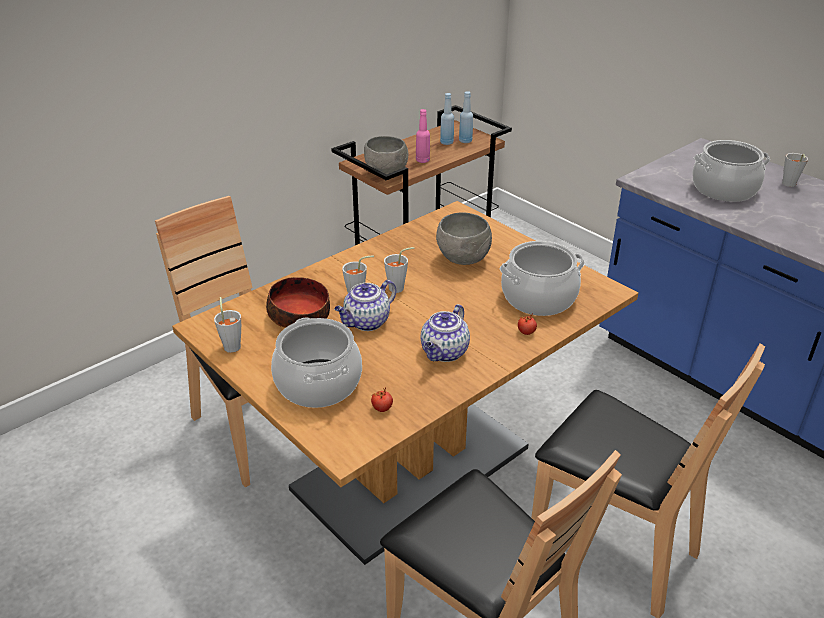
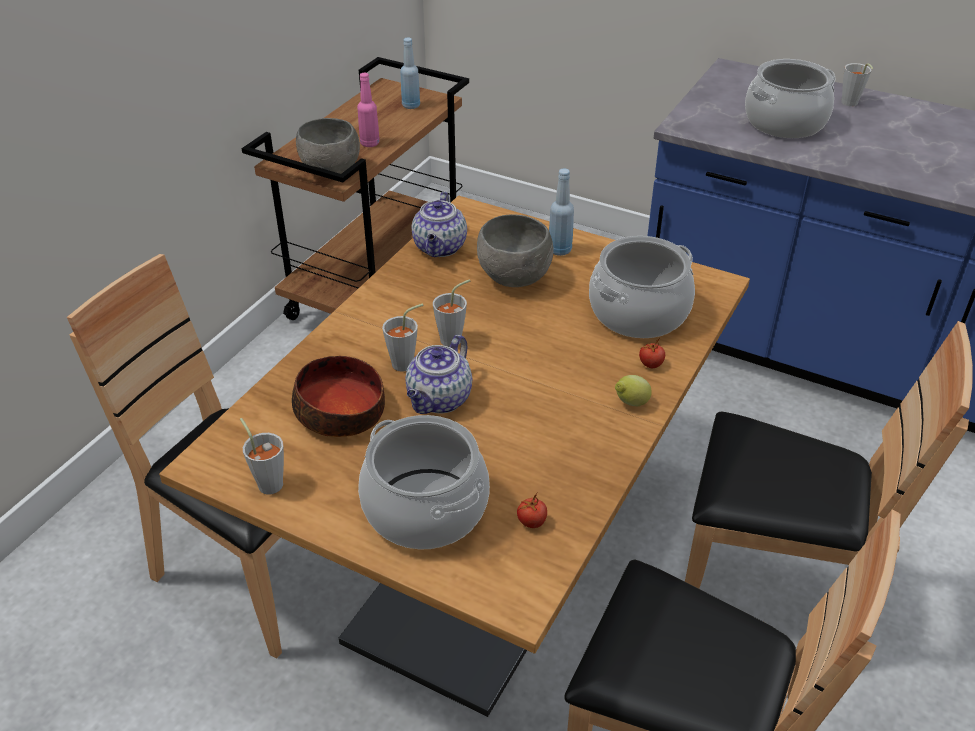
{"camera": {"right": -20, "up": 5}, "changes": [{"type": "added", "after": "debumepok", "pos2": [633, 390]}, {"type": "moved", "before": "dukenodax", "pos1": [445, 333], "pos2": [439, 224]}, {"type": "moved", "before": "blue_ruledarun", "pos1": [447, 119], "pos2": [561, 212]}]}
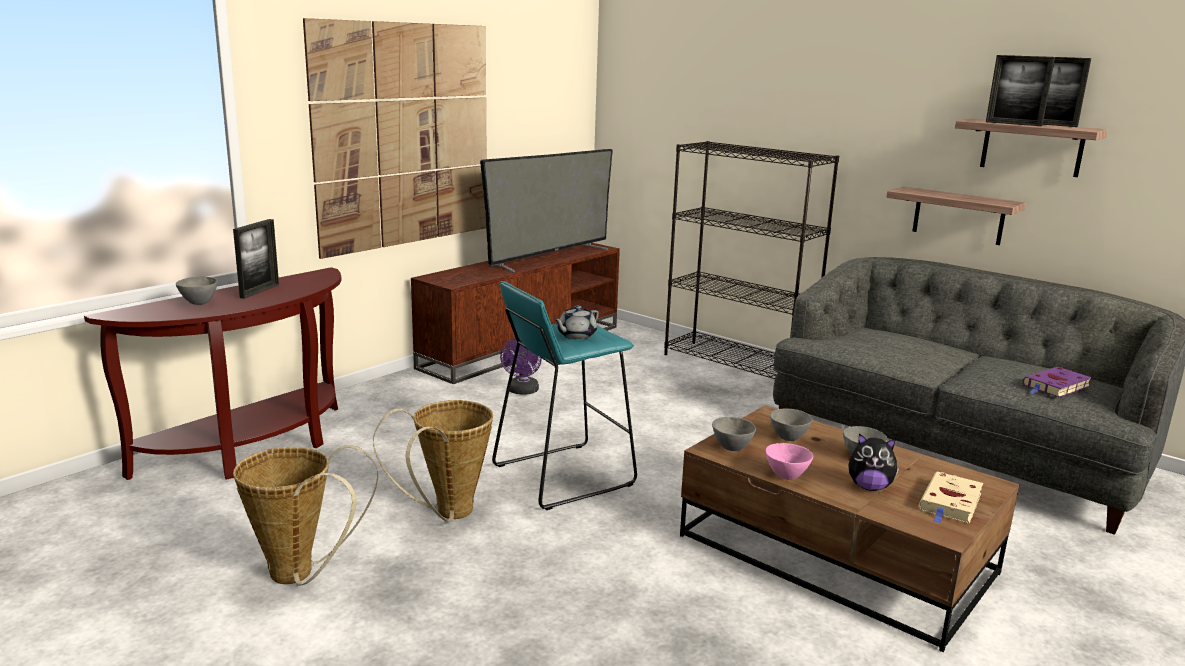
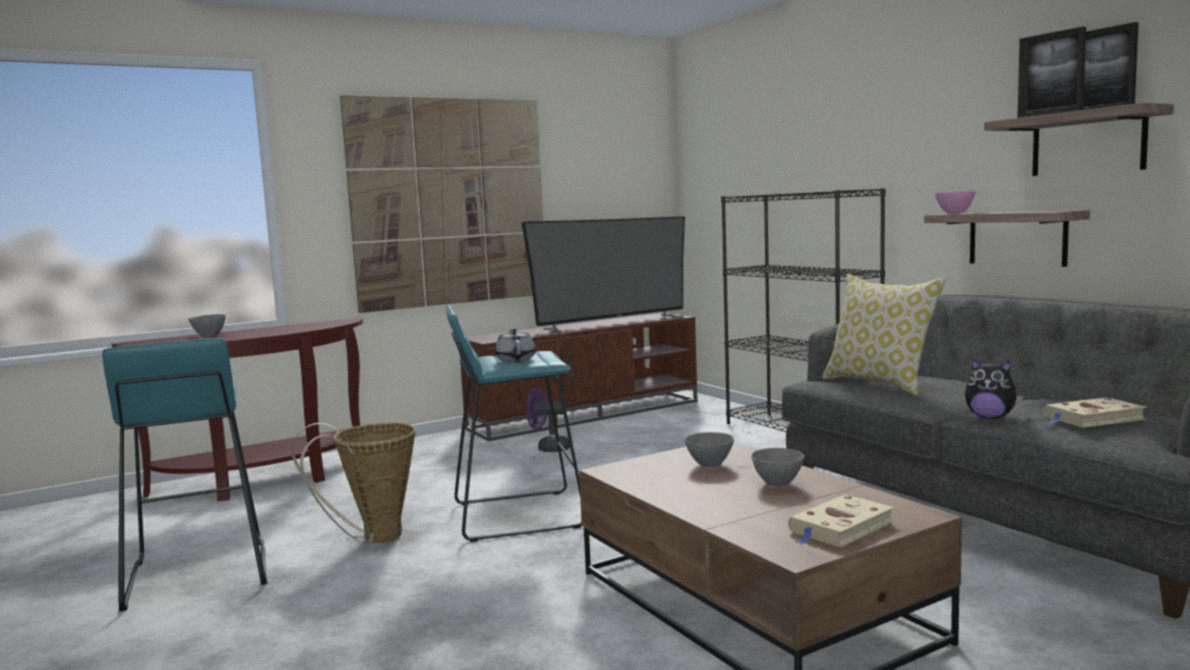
{"camera": {"right": 20, "up": -10}, "changes": [{"type": "removed", "before": "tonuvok", "pos1": [256, 259]}, {"type": "removed", "before": "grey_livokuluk", "pos1": [734, 434]}, {"type": "added", "after": "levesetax", "pos2": [884, 334]}, {"type": "moved", "before": "pink_livokuluk", "pos1": [789, 461], "pos2": [955, 202]}, {"type": "moved", "before": "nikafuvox", "pos1": [874, 462], "pos2": [994, 389]}, {"type": "replaced", "before": "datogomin", "after": "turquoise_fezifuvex", "pos1": [305, 515], "pos2": [184, 475]}, {"type": "recoloured", "before": "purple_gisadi", "after": "beige_gisadi", "pos1": [1057, 382], "pos2": [1095, 412]}, {"type": "turned", "before": "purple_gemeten", "pos1": [521, 366], "pos2": [548, 419], "turn": 75}, {"type": "turned", "before": "grey_dukenodax", "pos1": [576, 323], "pos2": [515, 345], "turn": 105}]}
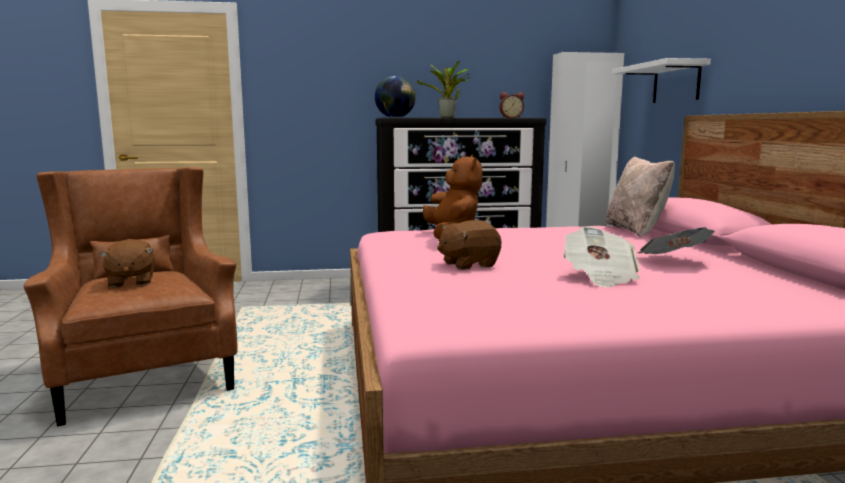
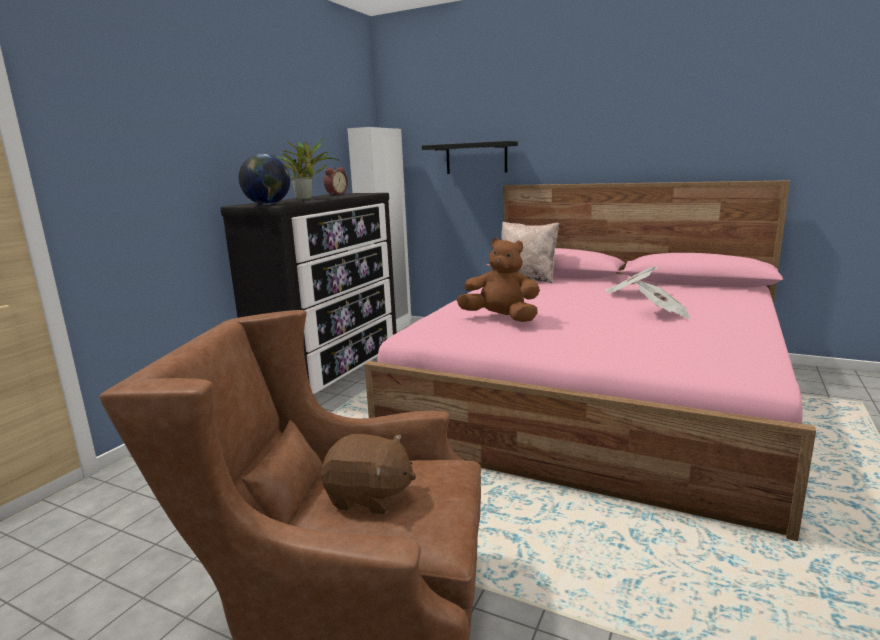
{"camera": {"right": -55, "up": 5}, "changes": [{"type": "removed", "before": "brown_nikafuvox", "pos1": [469, 245]}, {"type": "recoloured", "before": "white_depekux", "after": "black_depekux", "pos1": [661, 80], "pos2": [470, 157]}]}
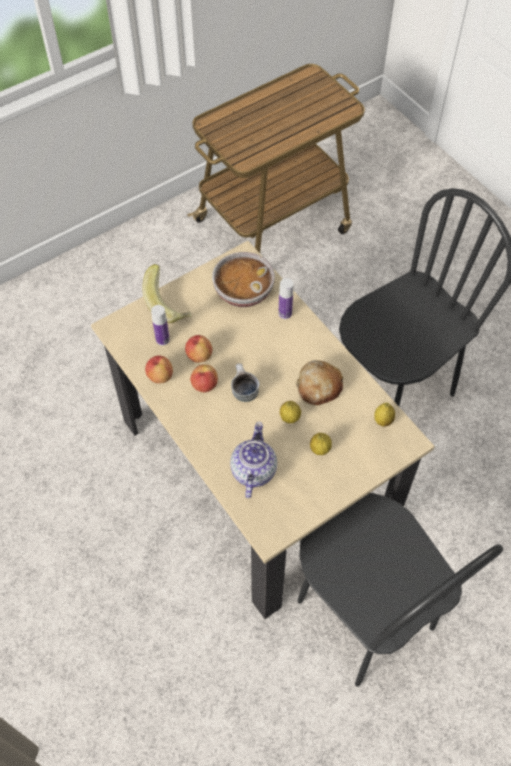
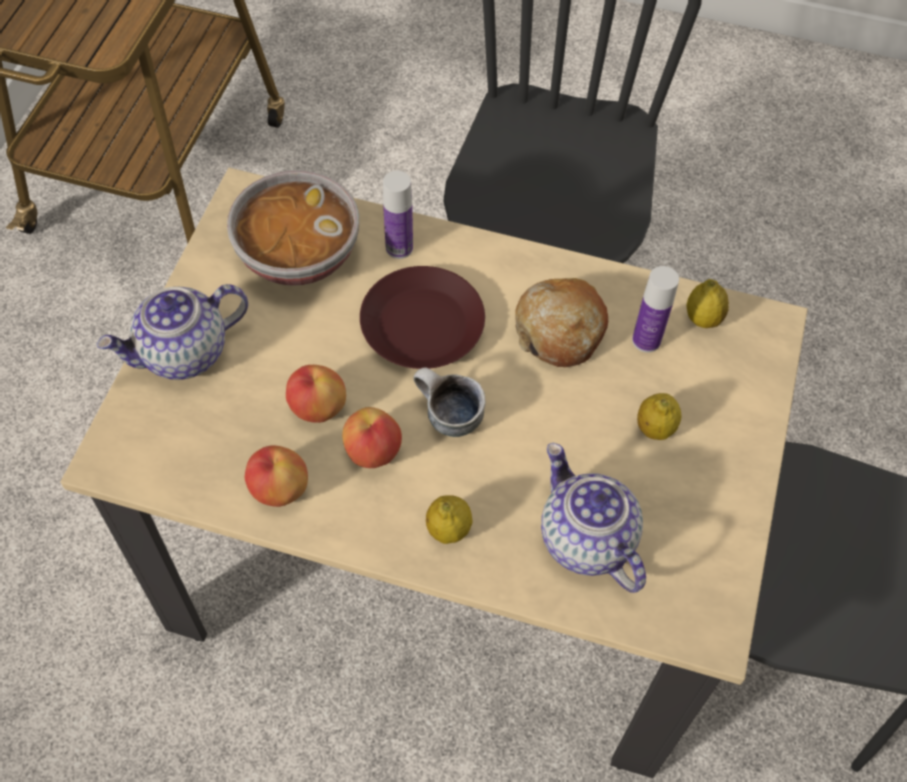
{"camera": {"right": -40, "up": 0}, "changes": [{"type": "added", "after": "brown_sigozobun", "pos2": [422, 317]}, {"type": "moved", "before": "ruledarun", "pos1": [160, 325], "pos2": [655, 309]}, {"type": "moved", "before": "debumepok", "pos1": [290, 412], "pos2": [449, 519]}, {"type": "replaced", "before": "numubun", "after": "dukenodax", "pos1": [166, 293], "pos2": [172, 332]}]}
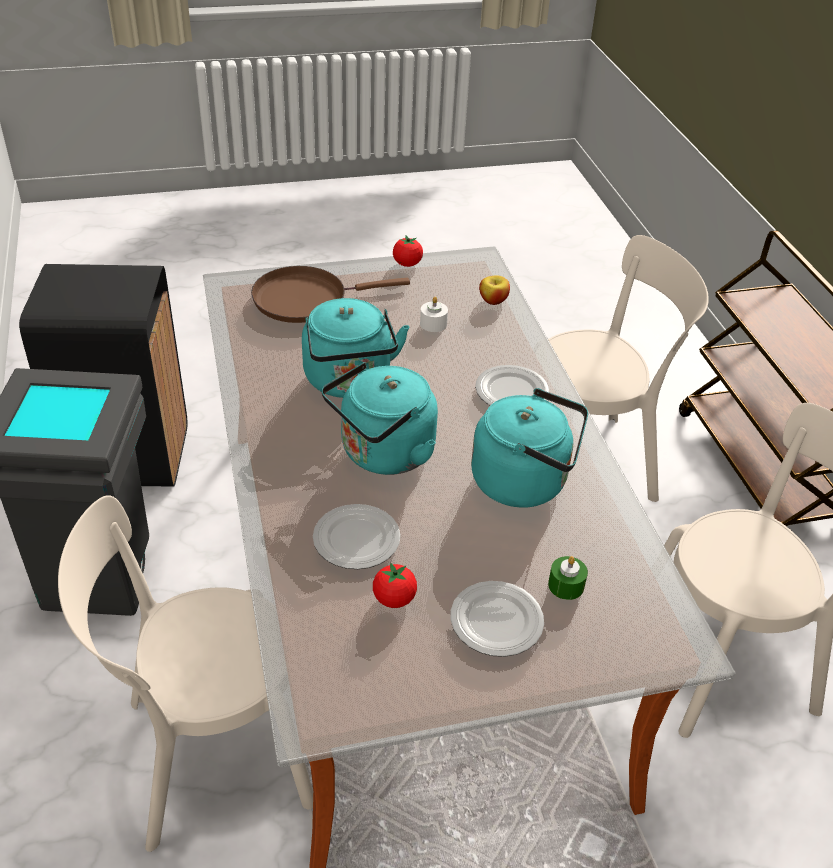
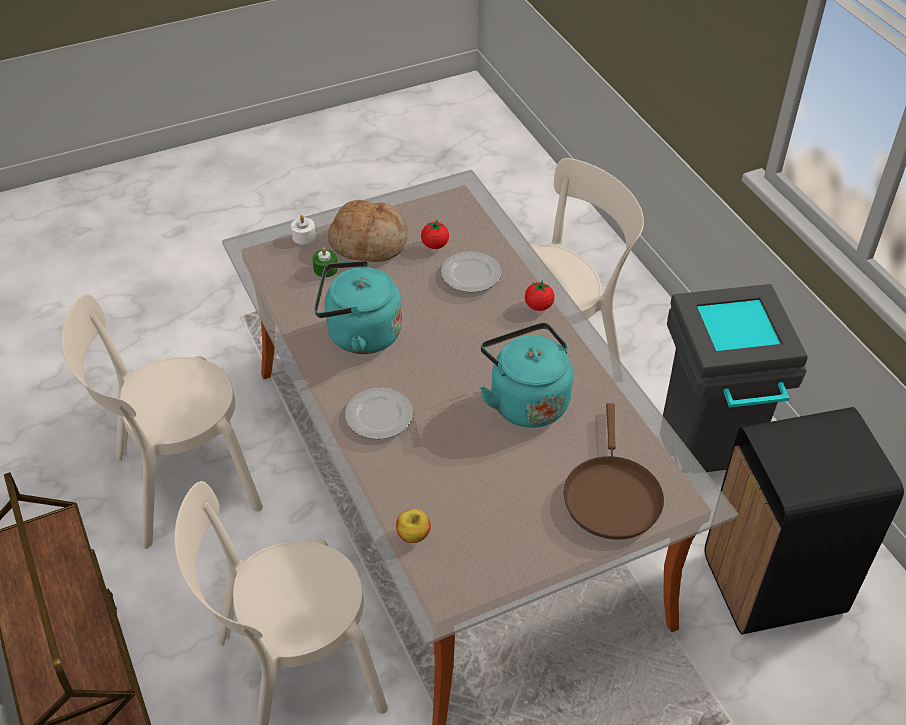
{"camera": {"right": 170, "up": 5}, "changes": [{"type": "removed", "before": "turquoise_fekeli", "pos1": [380, 418]}, {"type": "moved", "before": "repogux", "pos1": [408, 251], "pos2": [540, 295]}, {"type": "moved", "before": "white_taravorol", "pos1": [434, 314], "pos2": [303, 230]}, {"type": "replaced", "before": "sigozobun", "after": "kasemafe", "pos1": [497, 619], "pos2": [368, 231]}, {"type": "turned", "before": "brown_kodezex", "pos1": [330, 294], "pos2": [613, 471], "turn": 120}]}
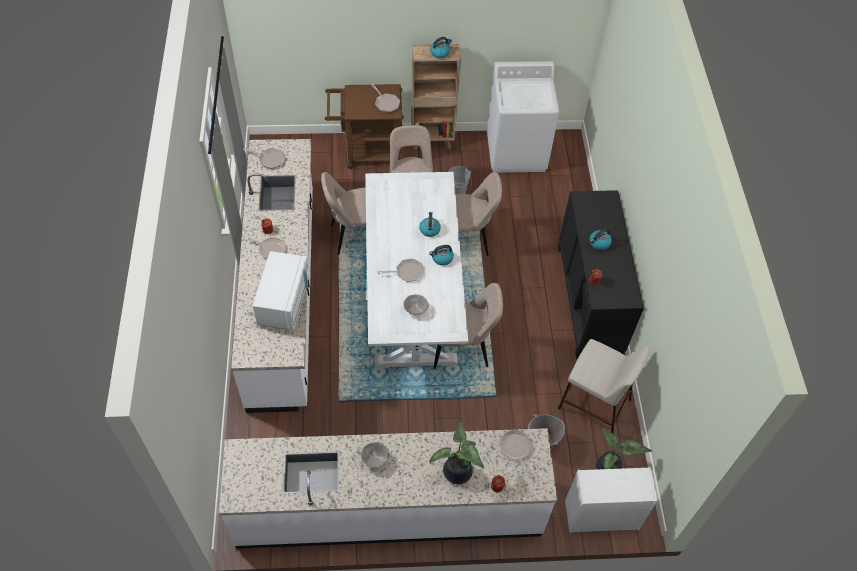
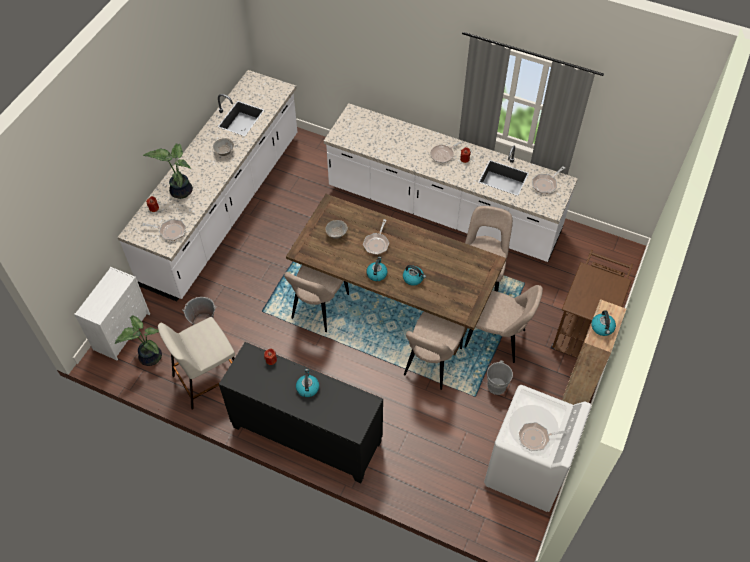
{"camera": {"right": 120, "up": 0}, "changes": [{"type": "removed", "before": "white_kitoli", "pos1": [281, 290]}, {"type": "moved", "before": "kodezex", "pos1": [385, 98], "pos2": [544, 436]}, {"type": "recoloured", "before": "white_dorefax", "after": "brown_dorefax", "pos1": [416, 270], "pos2": [396, 274]}]}
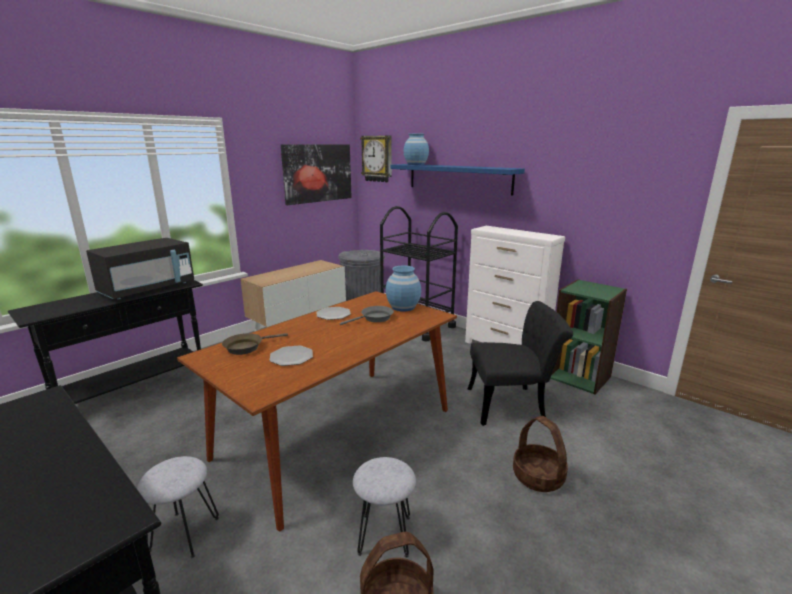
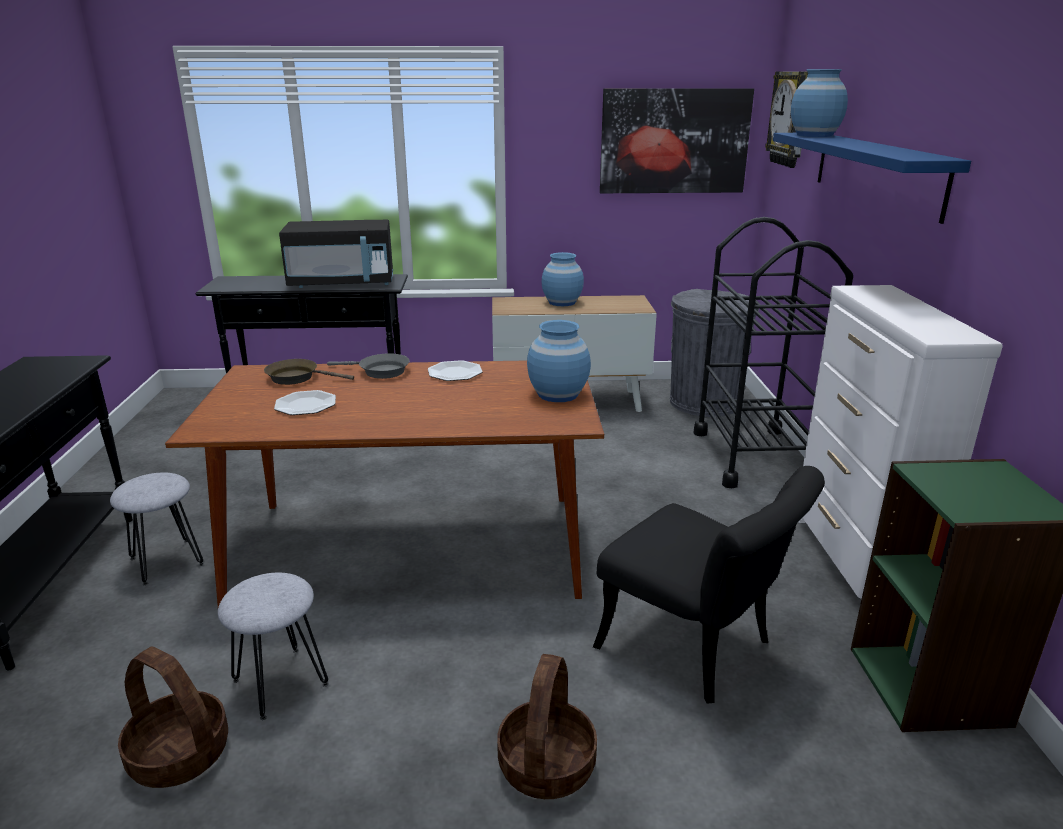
{"camera": {"right": 45, "up": 5}, "changes": [{"type": "added", "after": "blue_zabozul", "pos2": [563, 279]}, {"type": "moved", "before": "grey_kodezex", "pos1": [367, 315], "pos2": [368, 366]}]}
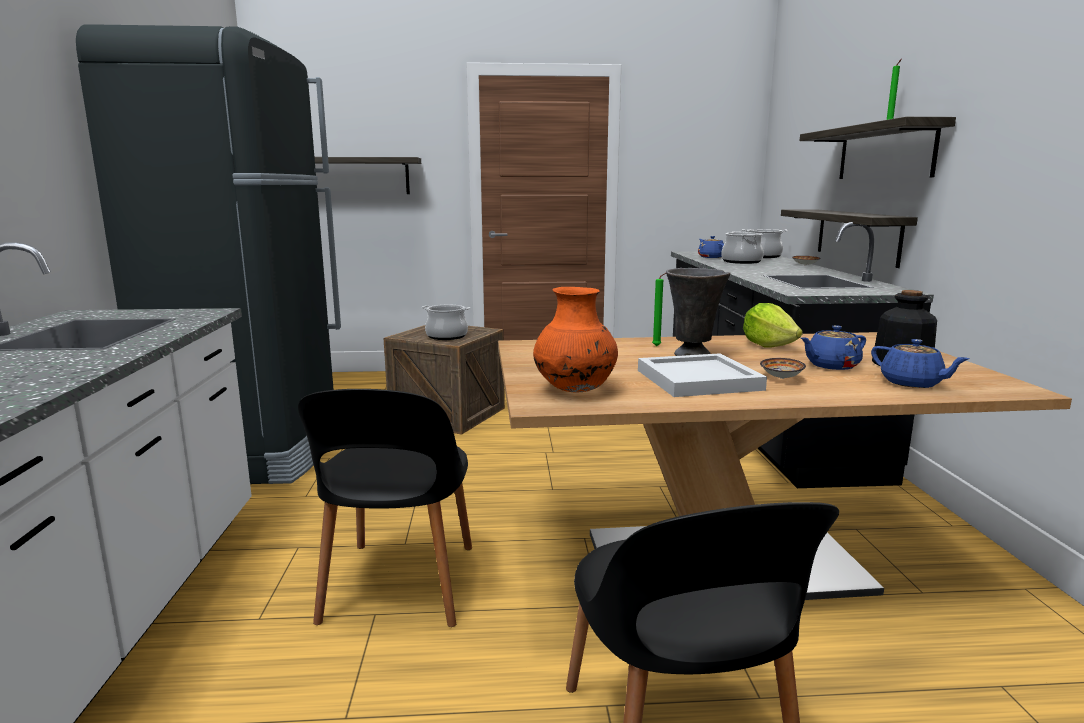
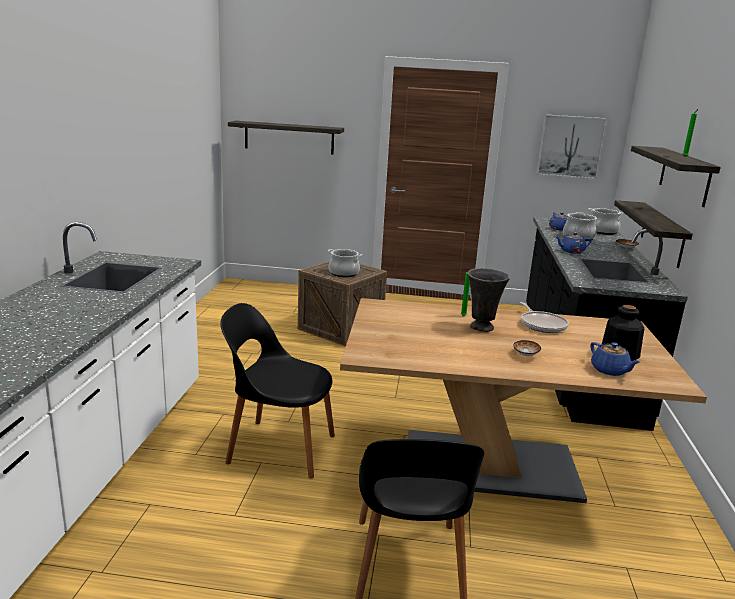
{"camera": {"right": 10, "up": 5}, "changes": [{"type": "removed", "before": "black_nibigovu", "pos1": [208, 254]}, {"type": "removed", "before": "orange_zabozul", "pos1": [575, 340]}, {"type": "removed", "before": "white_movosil", "pos1": [702, 375]}, {"type": "added", "after": "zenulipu", "pos2": [572, 146]}, {"type": "moved", "before": "blue_dukenodax", "pos1": [833, 347], "pos2": [573, 243]}, {"type": "replaced", "before": "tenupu", "after": "kodezex", "pos1": [773, 325], "pos2": [544, 317]}, {"type": "turned", "before": "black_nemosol", "pos1": [385, 508], "pos2": [277, 391], "turn": 90}]}
